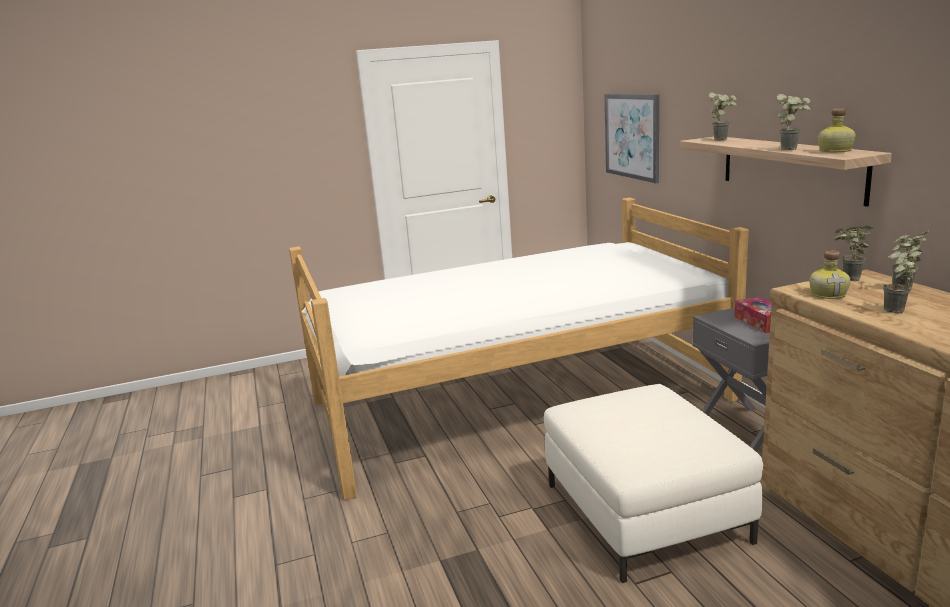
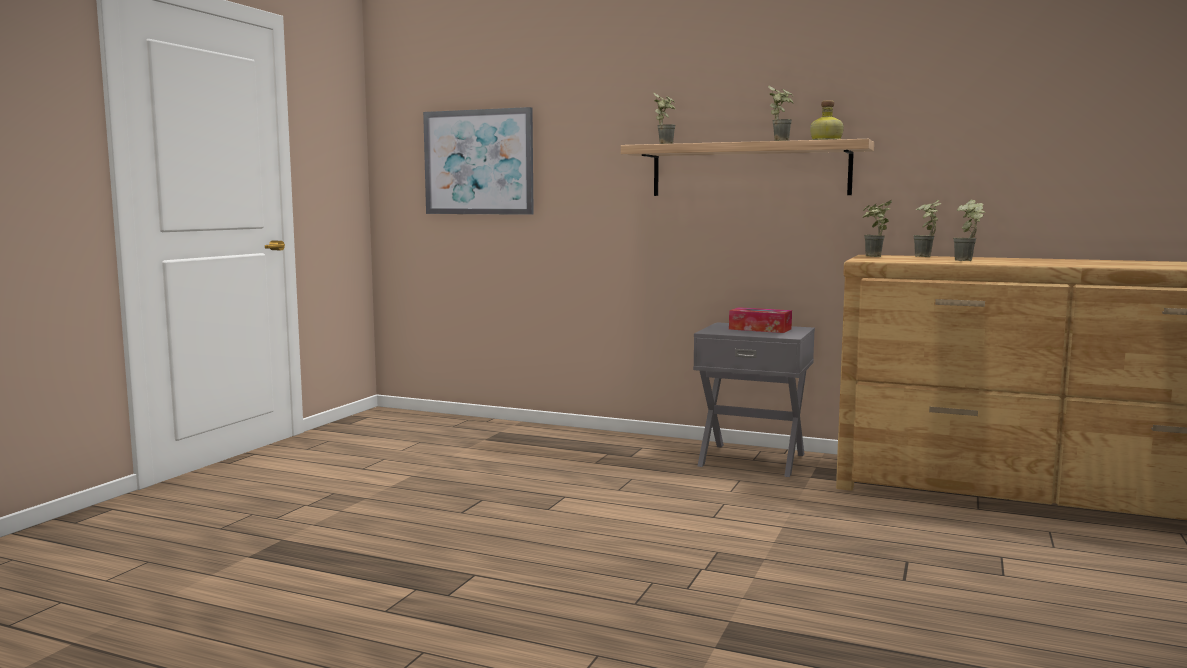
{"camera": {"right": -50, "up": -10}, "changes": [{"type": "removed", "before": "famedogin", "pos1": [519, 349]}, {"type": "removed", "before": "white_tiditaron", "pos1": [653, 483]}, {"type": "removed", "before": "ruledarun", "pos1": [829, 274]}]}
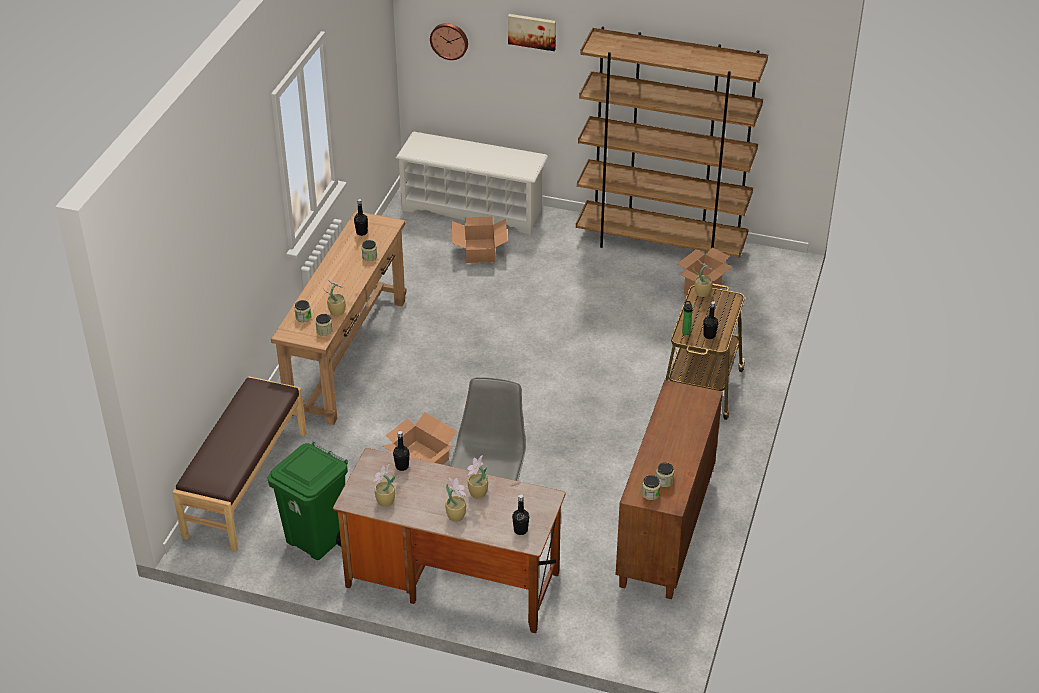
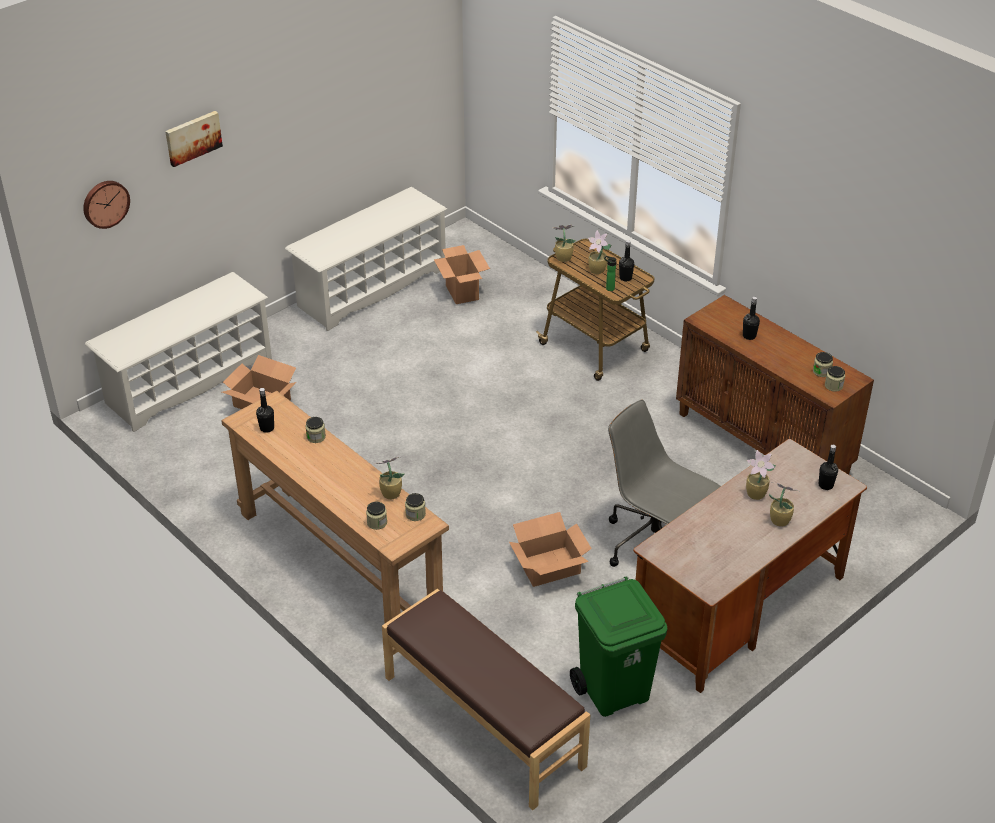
{"camera": {"right": -60, "up": 0}, "changes": [{"type": "moved", "before": "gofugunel", "pos1": [383, 485], "pos2": [600, 252]}, {"type": "moved", "before": "black_ruledarun", "pos1": [401, 451], "pos2": [751, 318]}, {"type": "replaced", "before": "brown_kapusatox", "after": "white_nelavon", "pos1": [672, 142], "pos2": [366, 259]}]}
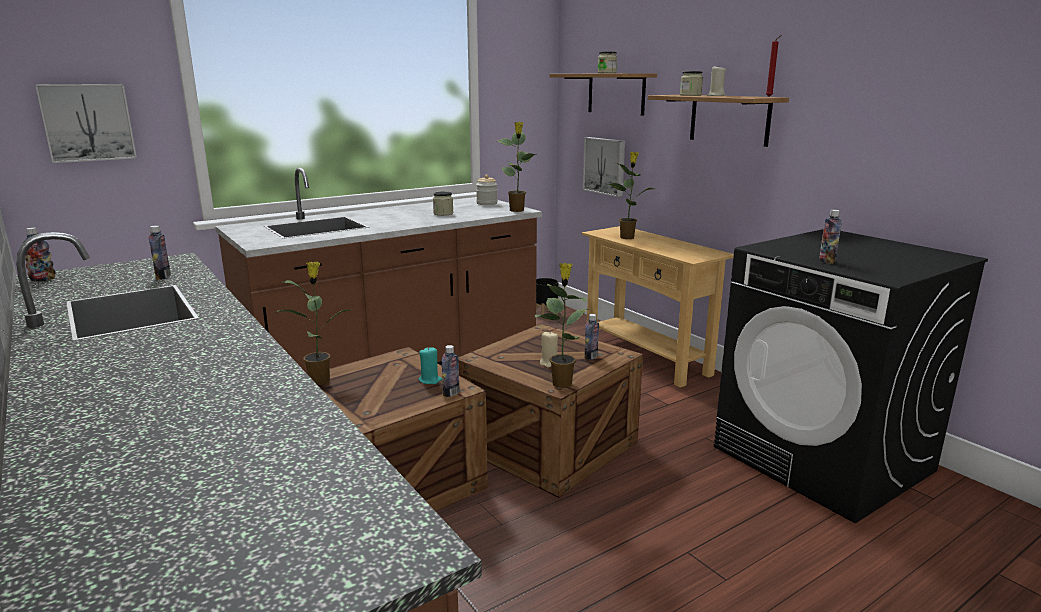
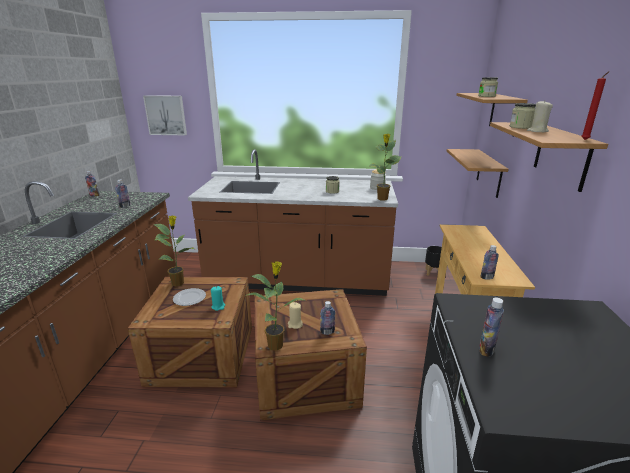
{"camera": {"right": 40, "up": 5}, "changes": [{"type": "removed", "before": "gofugunel", "pos1": [631, 195]}, {"type": "added", "after": "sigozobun", "pos2": [189, 297]}, {"type": "moved", "before": "ruledarun", "pos1": [451, 371], "pos2": [490, 262]}, {"type": "replaced", "before": "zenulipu", "after": "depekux", "pos1": [604, 167], "pos2": [478, 173]}]}
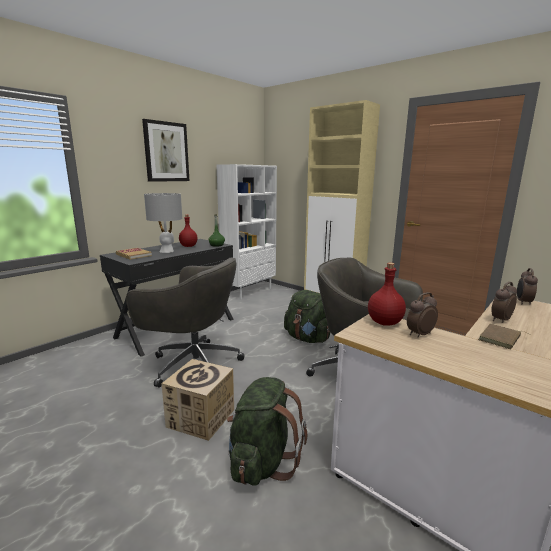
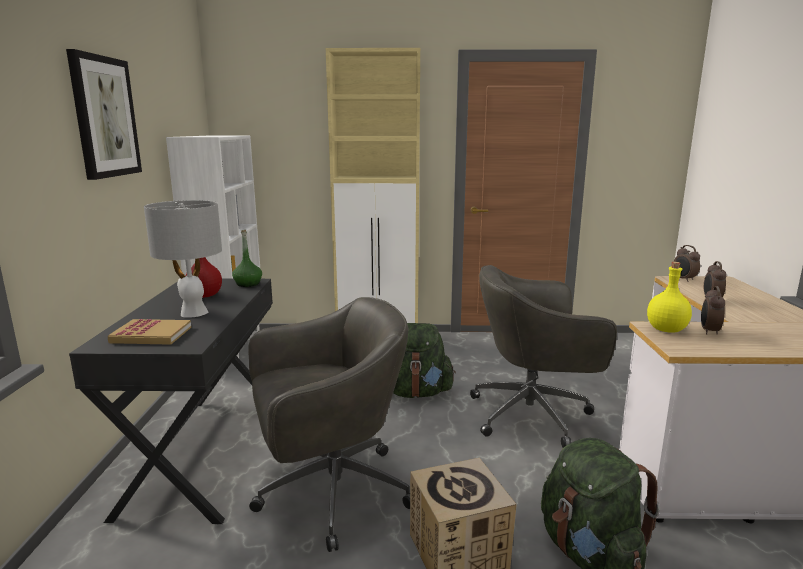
{"camera": {"right": -40, "up": 0}, "changes": [{"type": "removed", "before": "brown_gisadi", "pos1": [505, 336]}, {"type": "recoloured", "before": "red_ruledarun", "after": "yellow_ruledarun", "pos1": [387, 294], "pos2": [669, 297]}]}
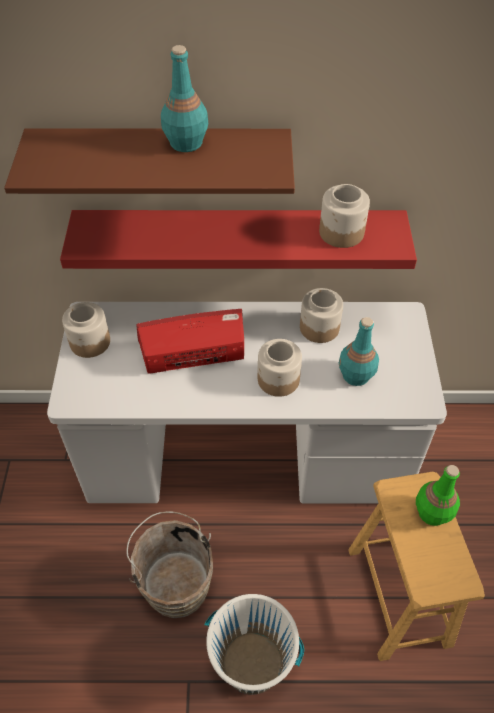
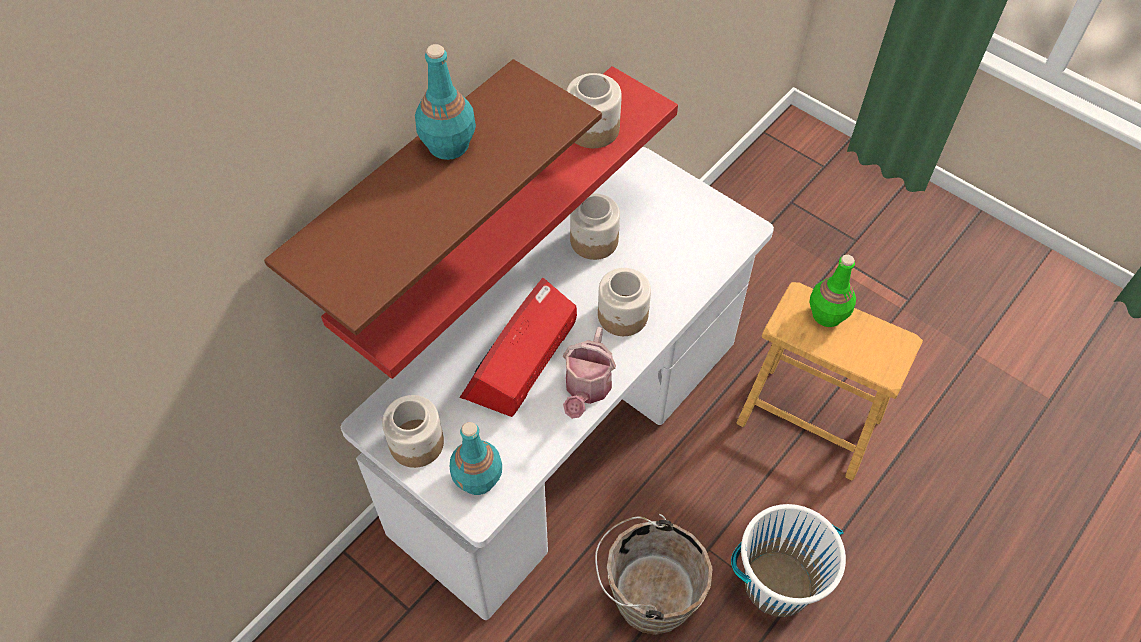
{"camera": {"right": -50, "up": 5}, "changes": [{"type": "added", "after": "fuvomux", "pos2": [589, 373]}, {"type": "moved", "before": "turquoise_ruledarun", "pos1": [359, 351], "pos2": [476, 458]}]}
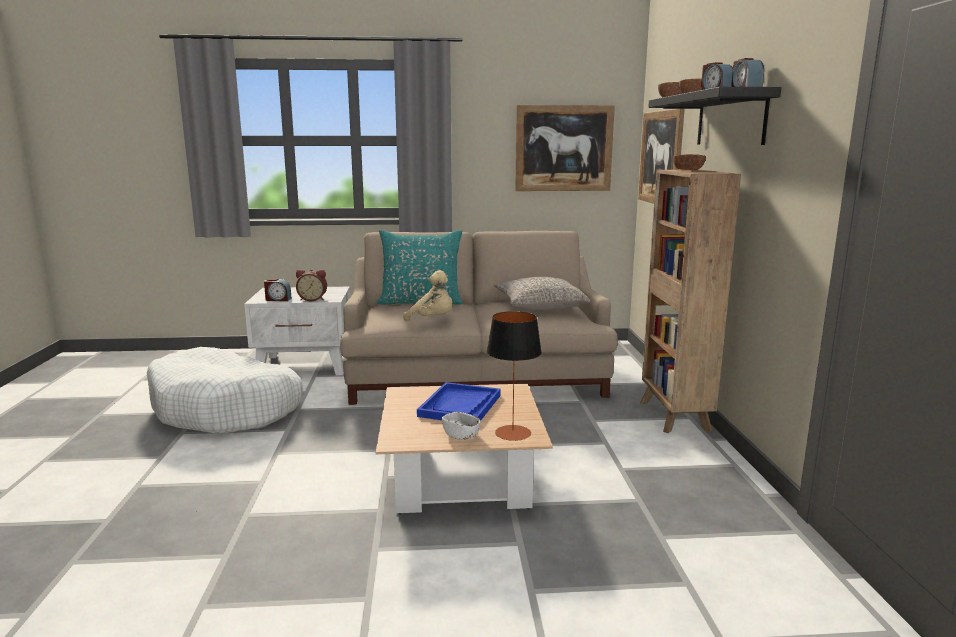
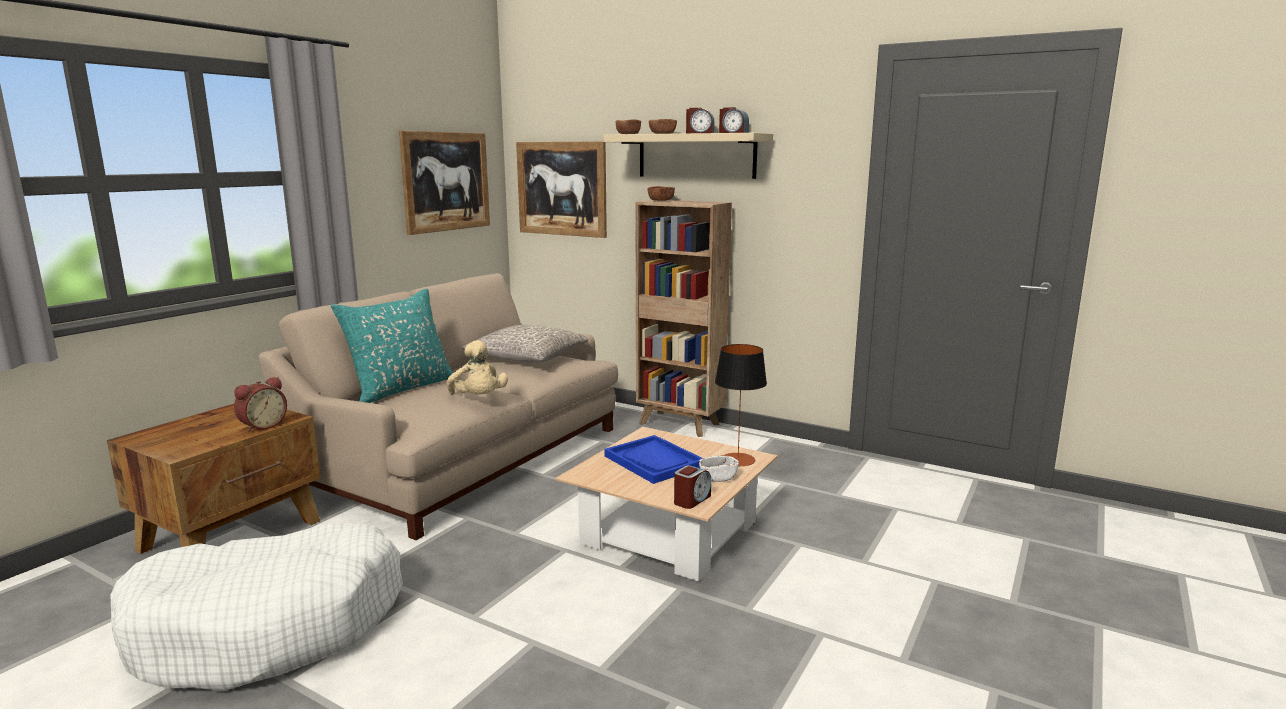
{"camera": {"right": -55, "up": 0}, "changes": [{"type": "moved", "before": "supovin", "pos1": [277, 289], "pos2": [692, 487]}, {"type": "recoloured", "before": "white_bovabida", "after": "brown_bovabida", "pos1": [297, 331], "pos2": [213, 479]}, {"type": "recoloured", "before": "black_depekux", "after": "beige_depekux", "pos1": [714, 116], "pos2": [688, 156]}, {"type": "turned", "before": "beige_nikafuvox", "pos1": [427, 295], "pos2": [477, 367], "turn": 90}]}
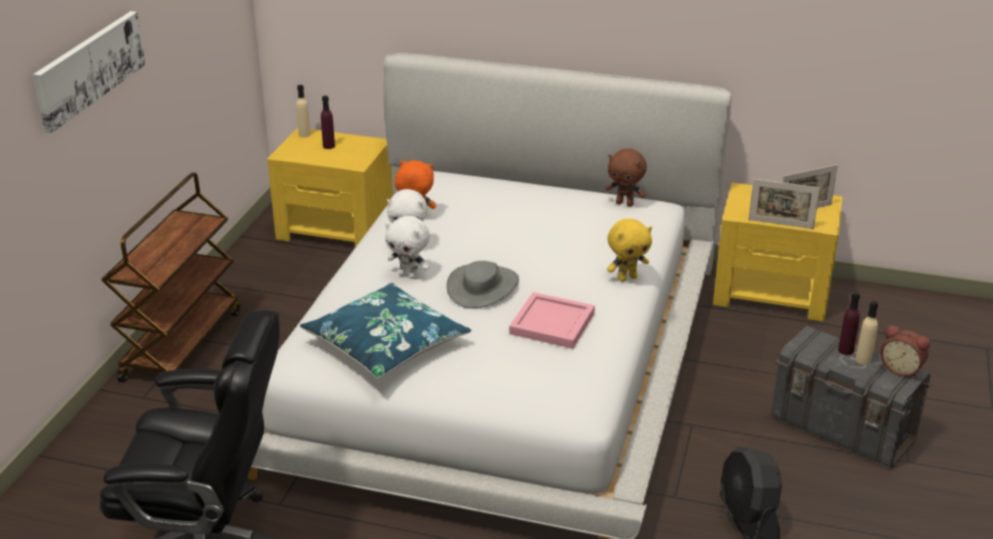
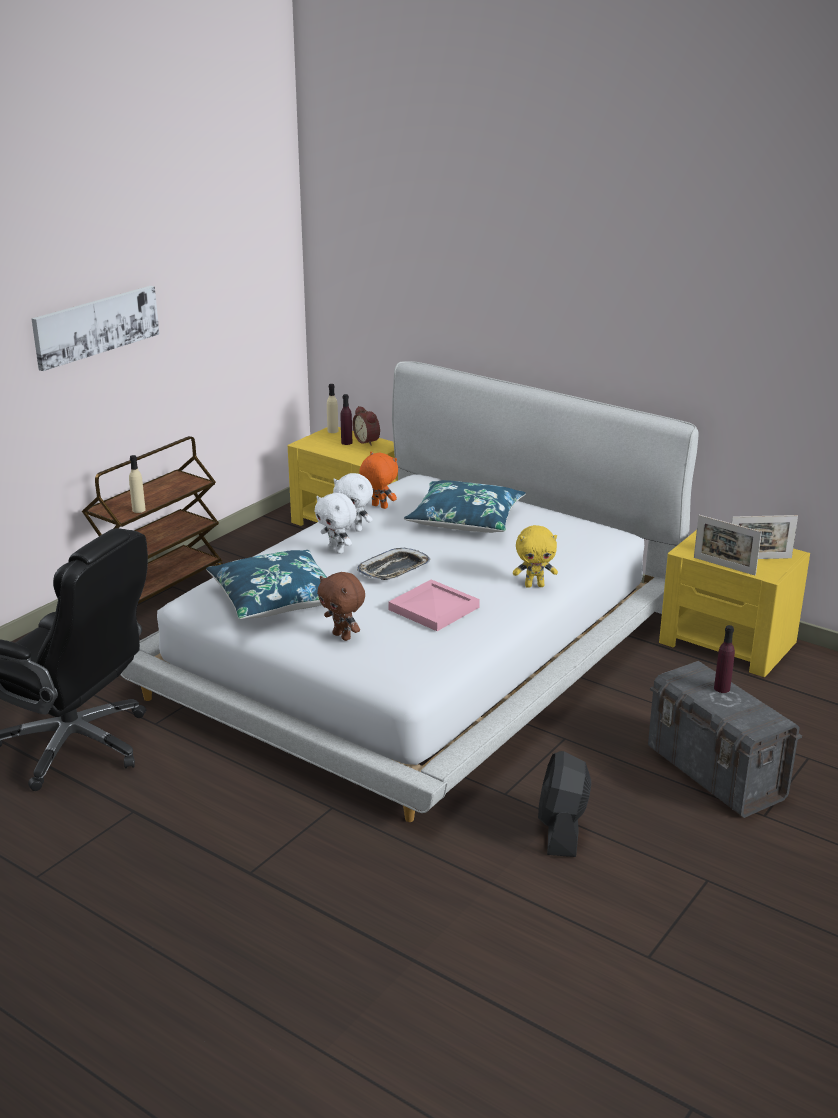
{"camera": {"right": 20, "up": -5}, "changes": [{"type": "added", "after": "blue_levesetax", "pos2": [465, 506]}, {"type": "moved", "before": "brown_nikafuvox", "pos1": [626, 178], "pos2": [341, 606]}, {"type": "moved", "before": "beige_ruledarun", "pos1": [866, 333], "pos2": [137, 484]}, {"type": "moved", "before": "supovin", "pos1": [905, 351], "pos2": [366, 426]}, {"type": "replaced", "before": "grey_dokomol", "after": "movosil", "pos1": [482, 285], "pos2": [393, 564]}]}
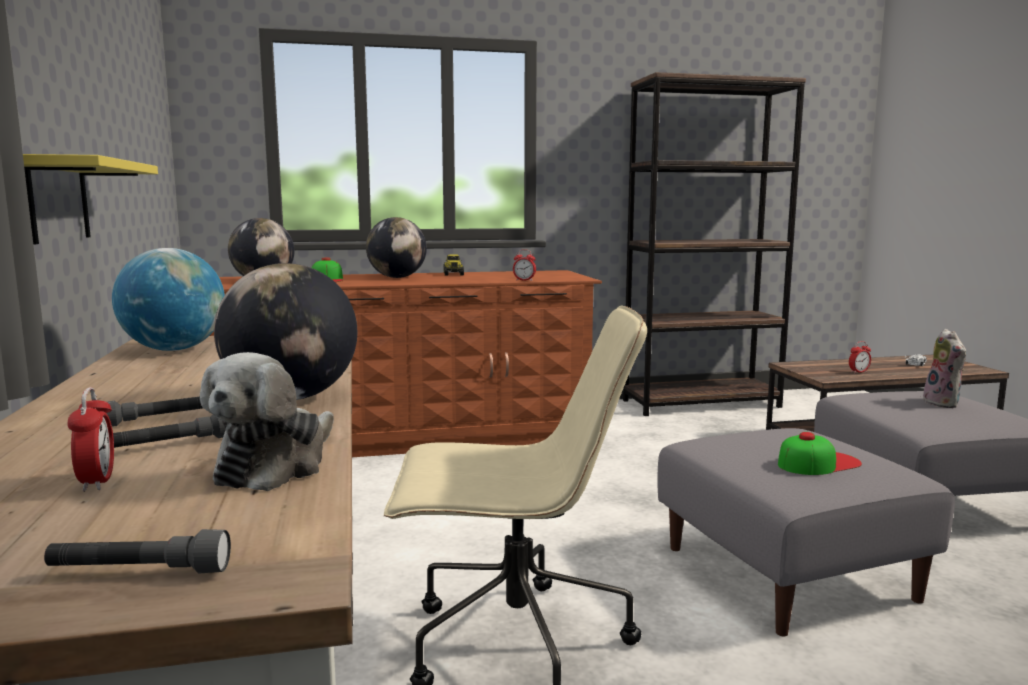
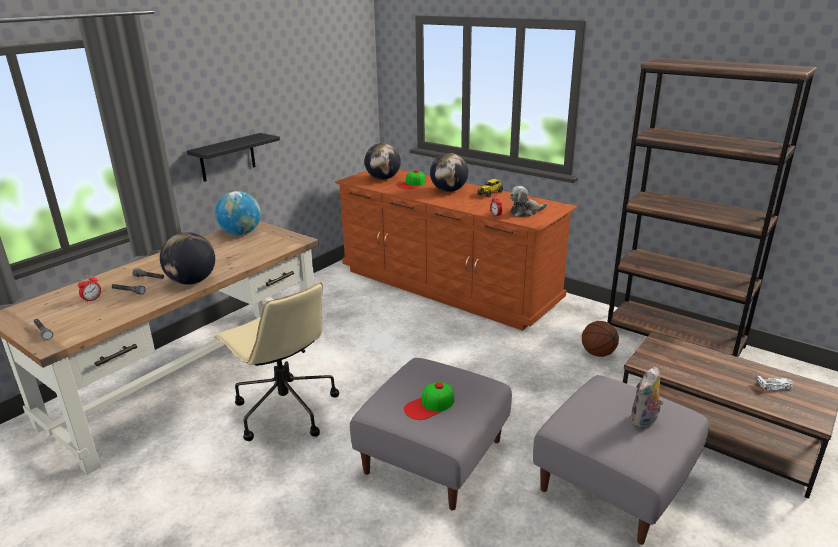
{"camera": {"right": 50, "up": 15}, "changes": [{"type": "removed", "before": "supovin", "pos1": [860, 357]}, {"type": "added", "after": "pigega", "pos2": [600, 339]}, {"type": "moved", "before": "nikafuvox", "pos1": [267, 421], "pos2": [528, 201]}, {"type": "recoloured", "before": "yellow_depekux", "after": "black_depekux", "pos1": [90, 199], "pos2": [233, 157]}, {"type": "turned", "before": "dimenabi", "pos1": [820, 453], "pos2": [429, 401], "turn": 120}]}
